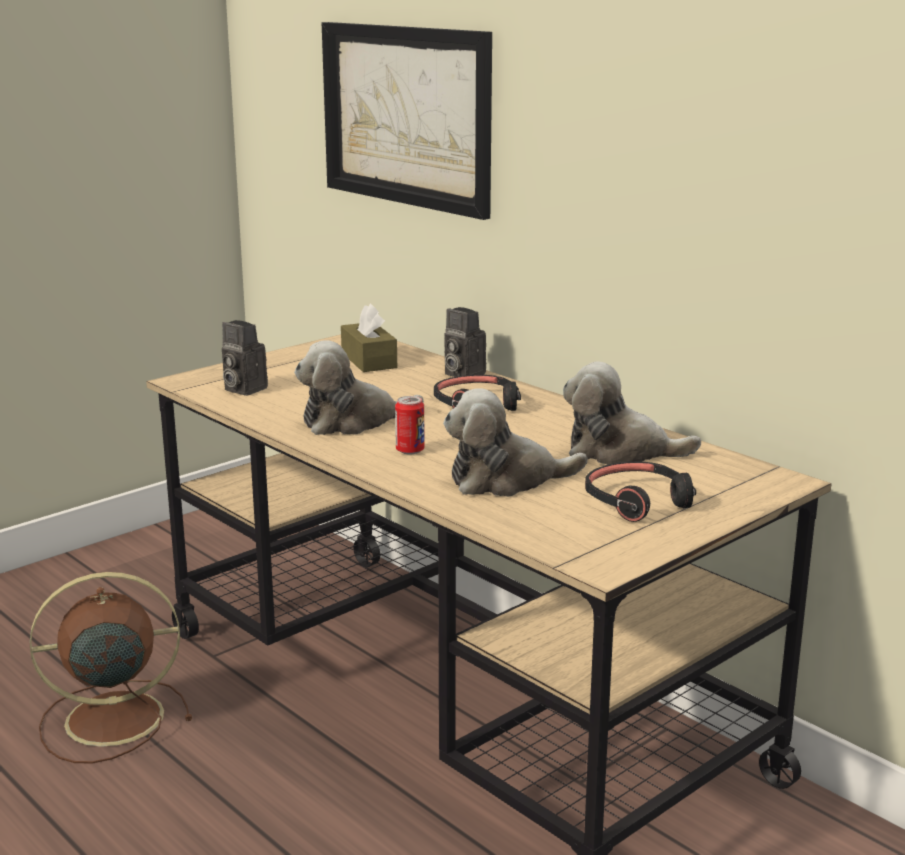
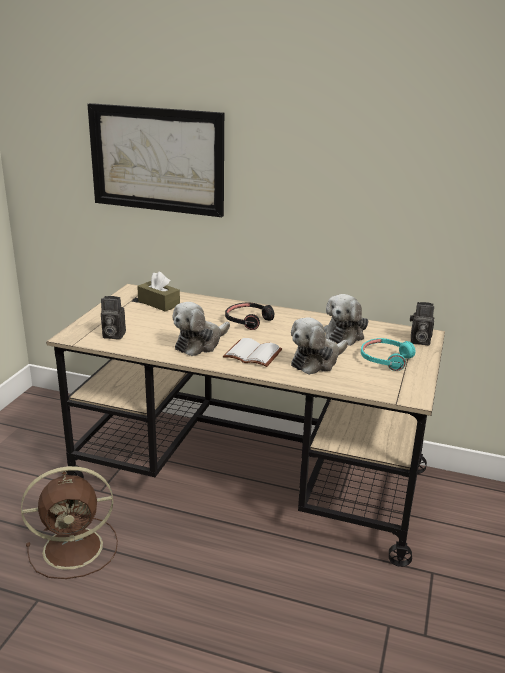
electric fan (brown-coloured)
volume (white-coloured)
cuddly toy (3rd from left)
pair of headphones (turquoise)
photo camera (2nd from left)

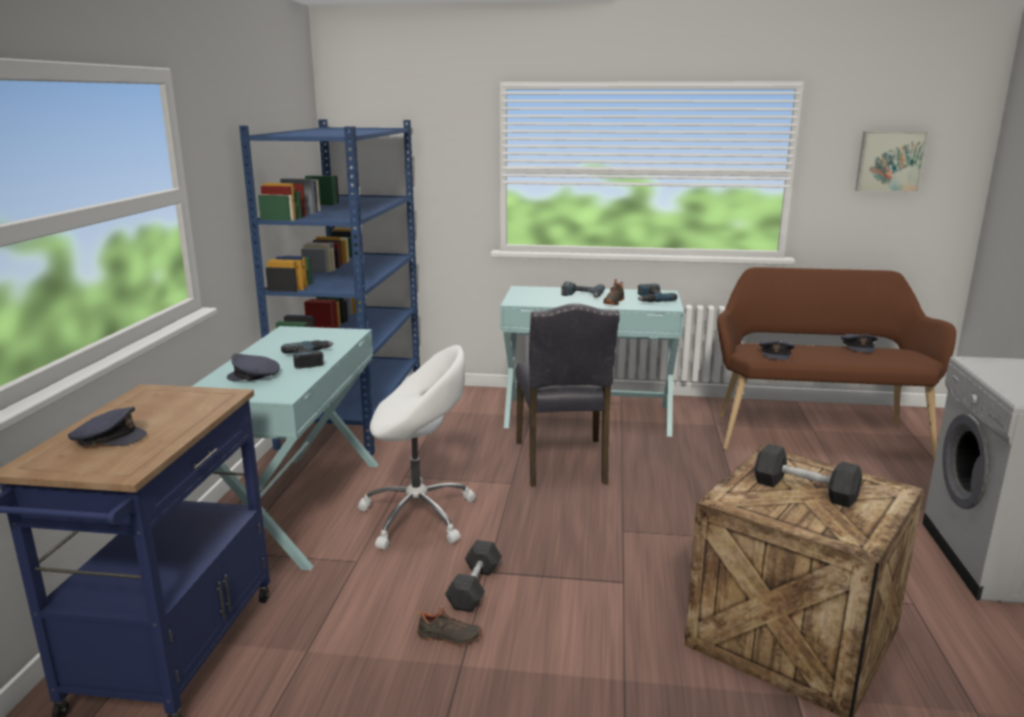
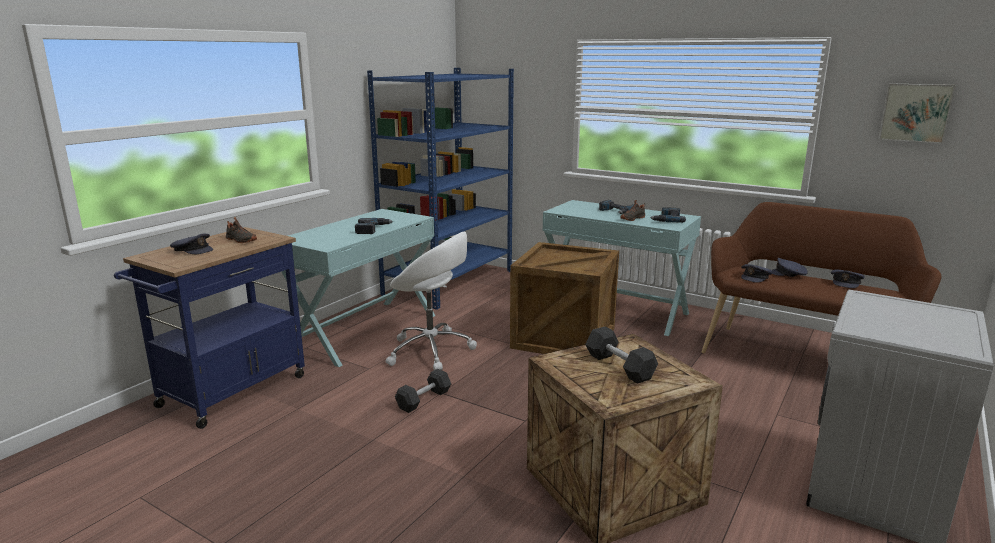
shoe (black-coloured) (1st from left)
crate (1st from left)
cap (greyish) (3rd from left)

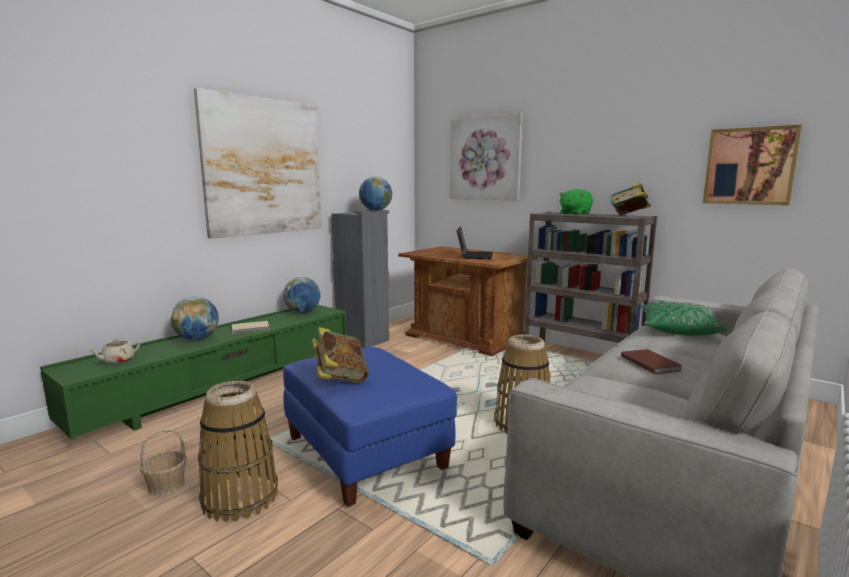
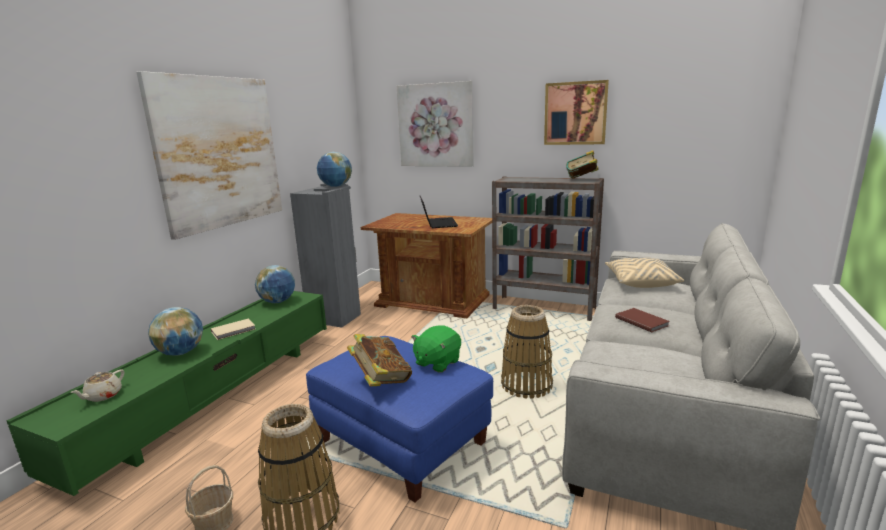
cuddly toy (green)
wall picture (3rd from left)
cushion (beige)

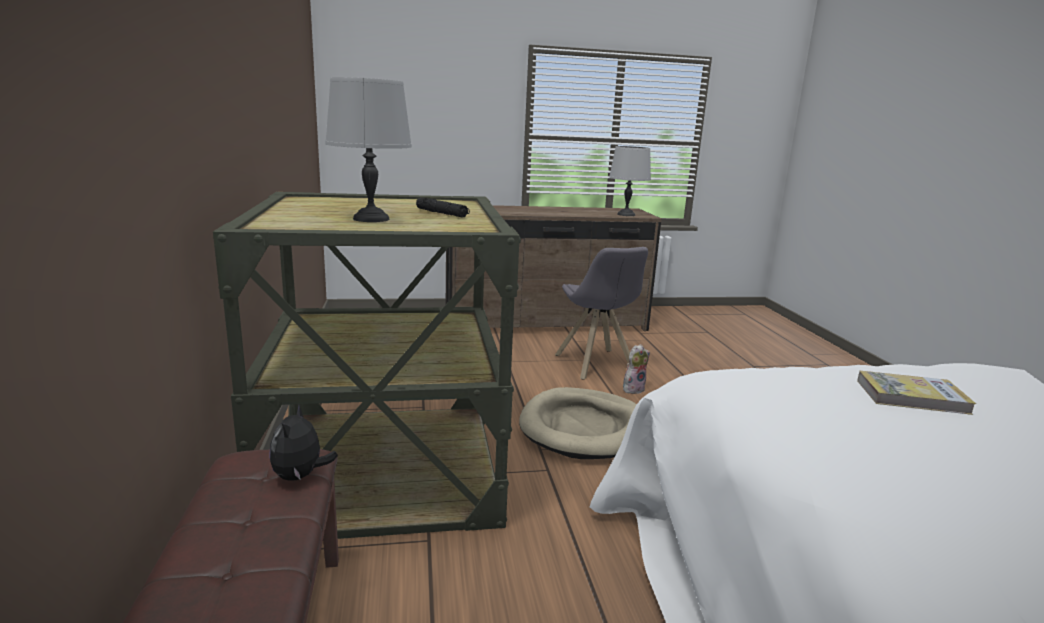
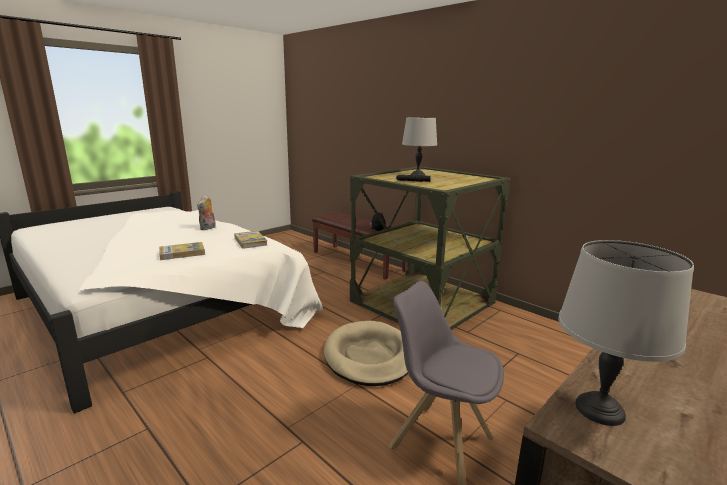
cuddly toy (1st from left)
volume (2nd from left)

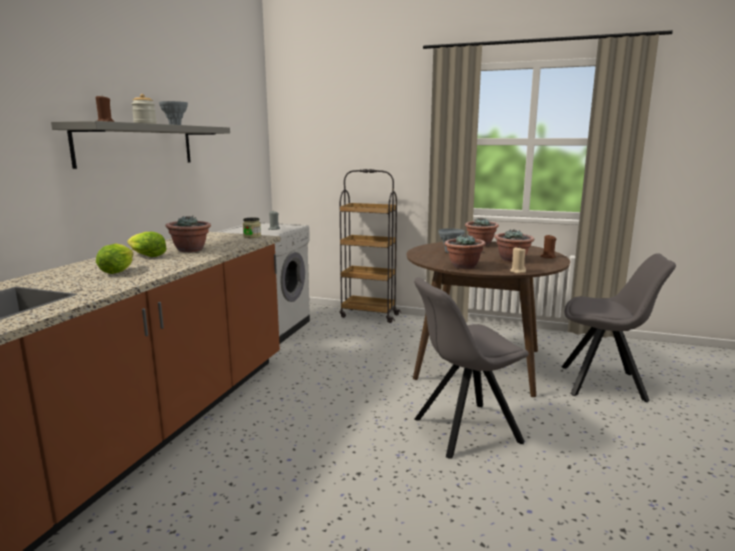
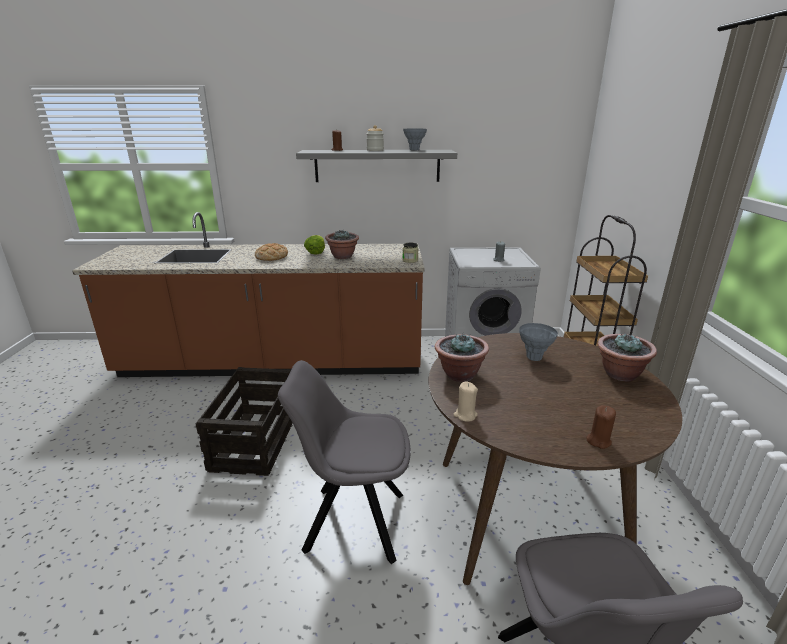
crate
baked bread
chair (greyish) (1st from left)
houseplant (4th from left in the first image)

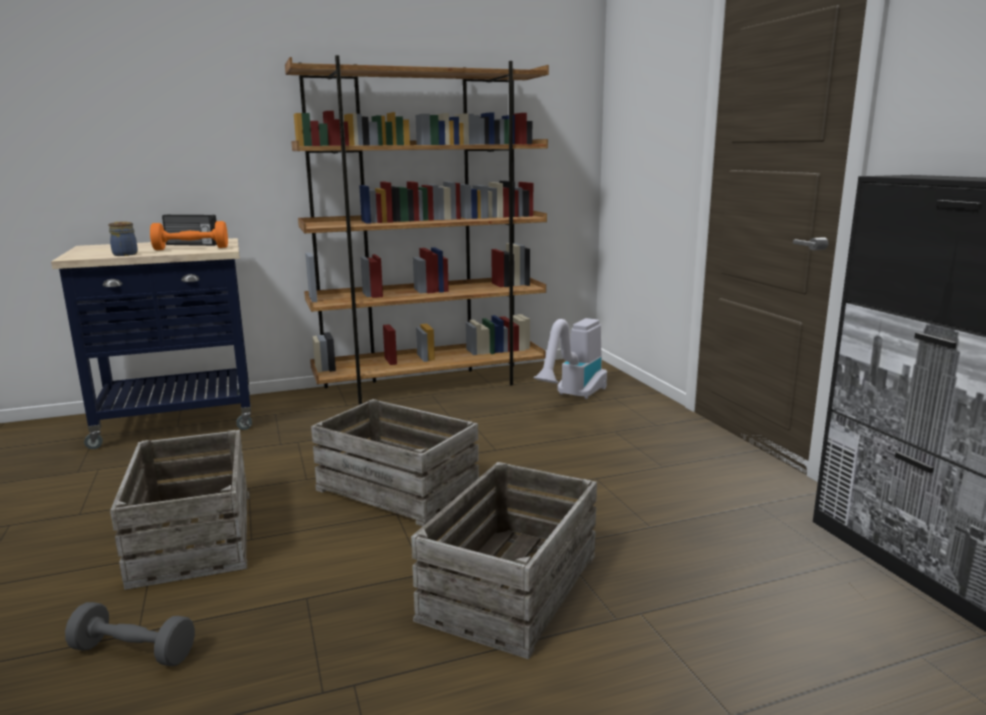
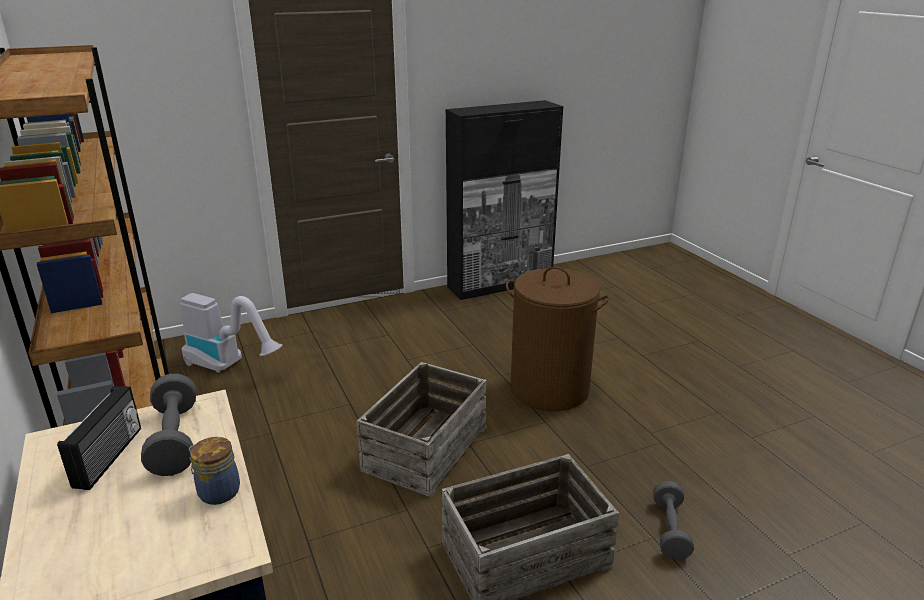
hand weight (greyish) (1st from left)
hamper (brown-coloured)

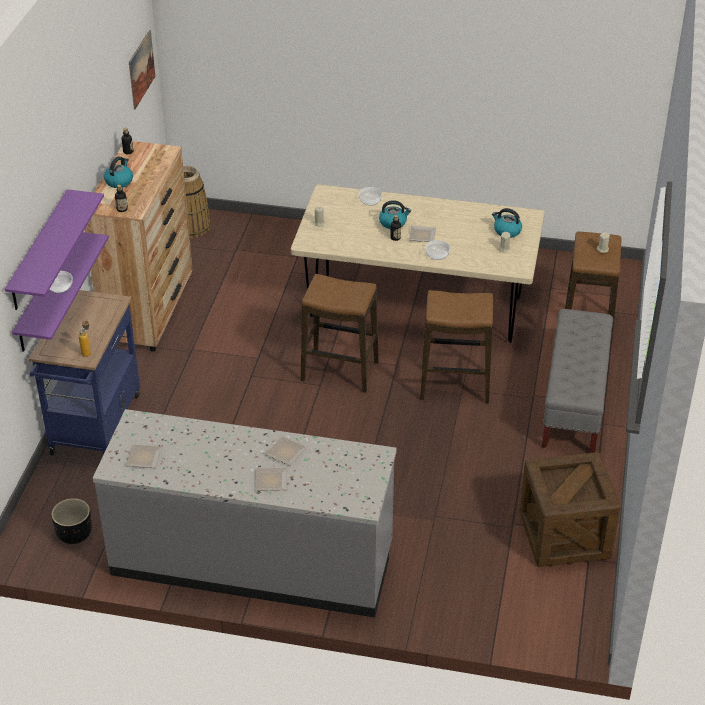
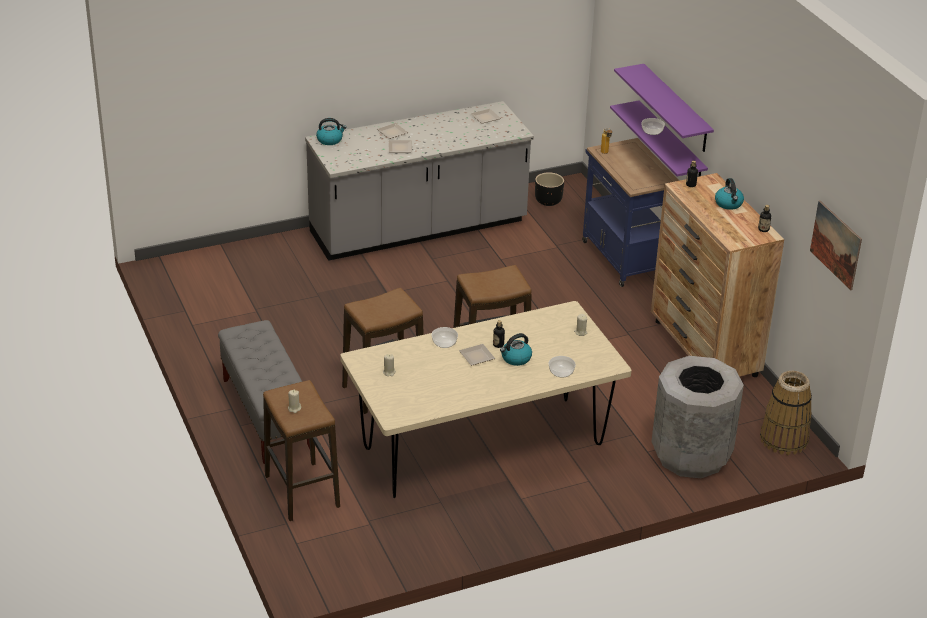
water kettle (1st from left)
waste bin (greyish)
crate

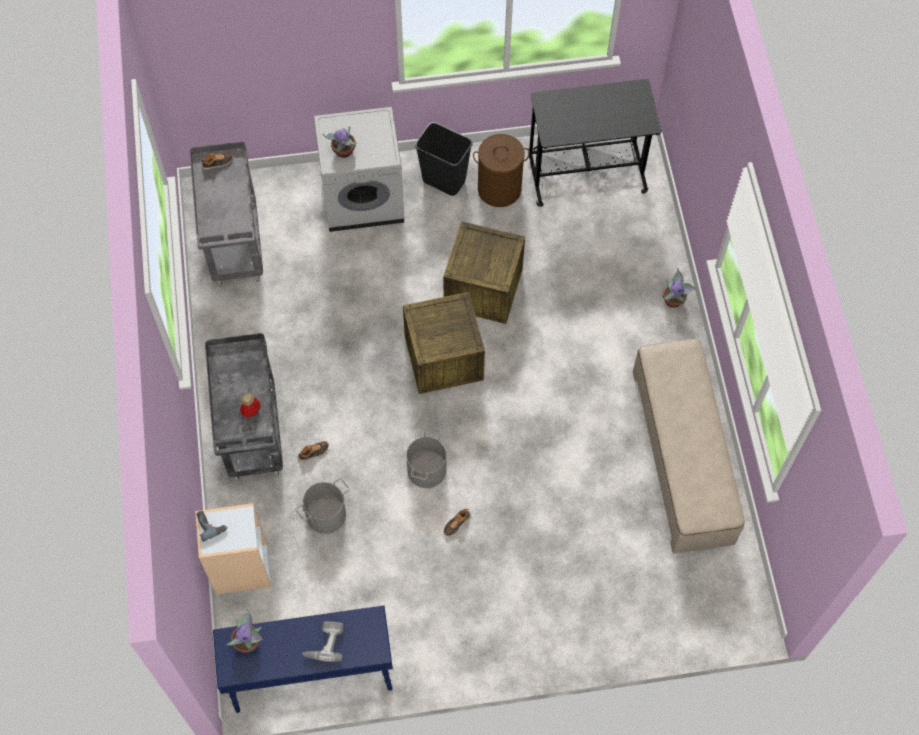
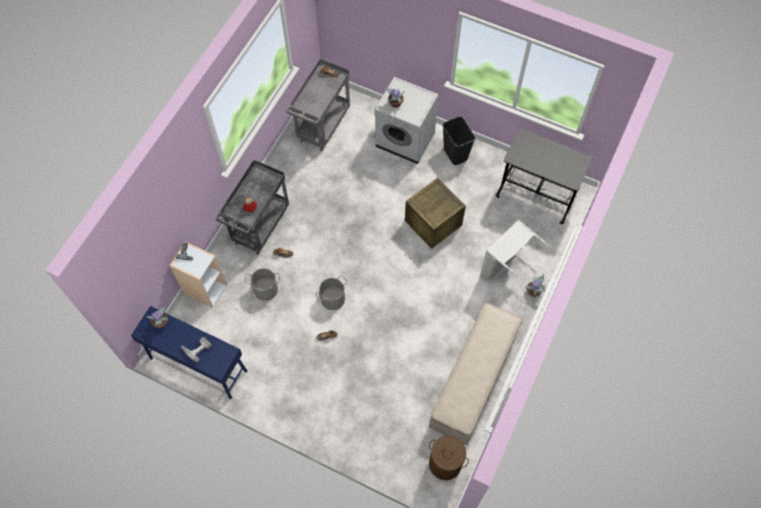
hamper (brown-coloured)
hamper (greyish)
crate (1st from left in the first image)

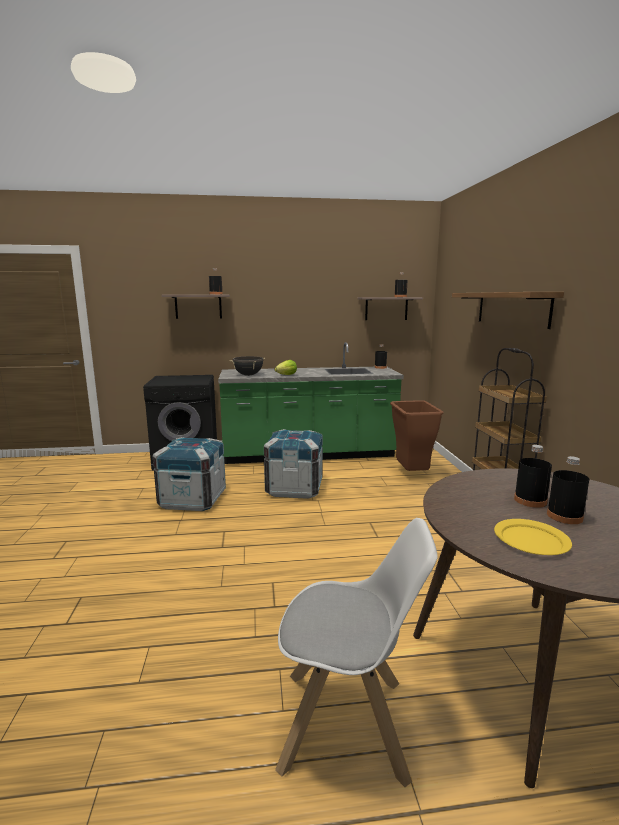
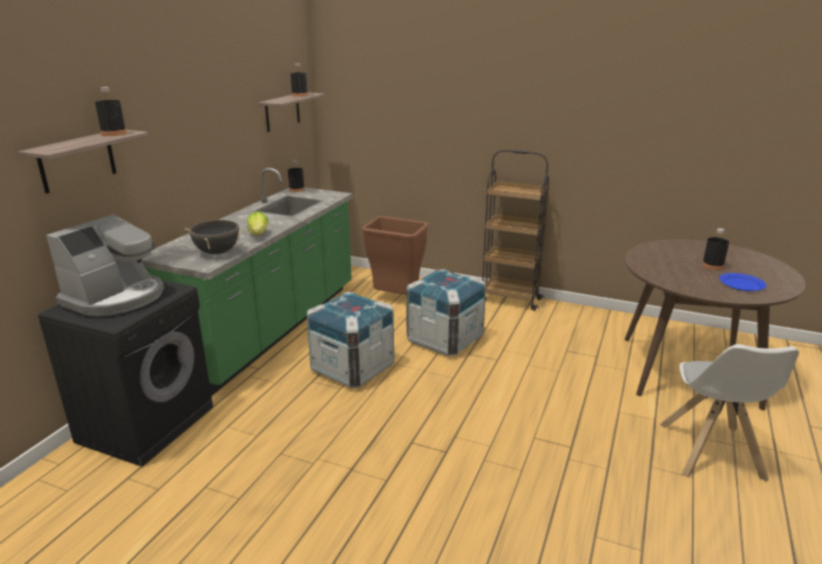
coffee machine
crate (2nd from left)
chair
flat dish (blue)
bracket shelf (3rd from left in the first image)
bottle (black-coloured) (4th from left in the first image)

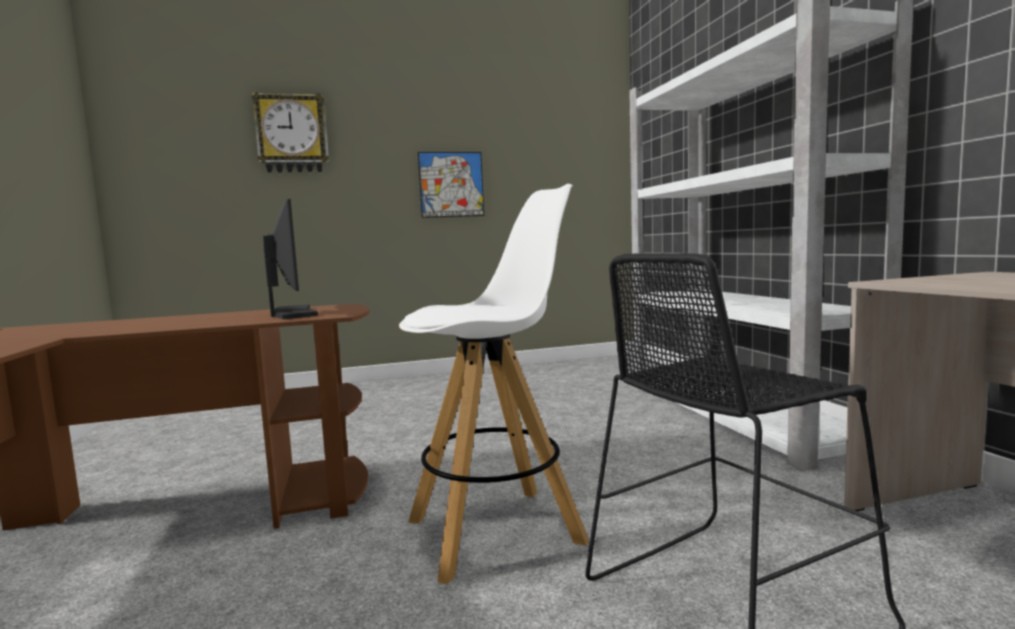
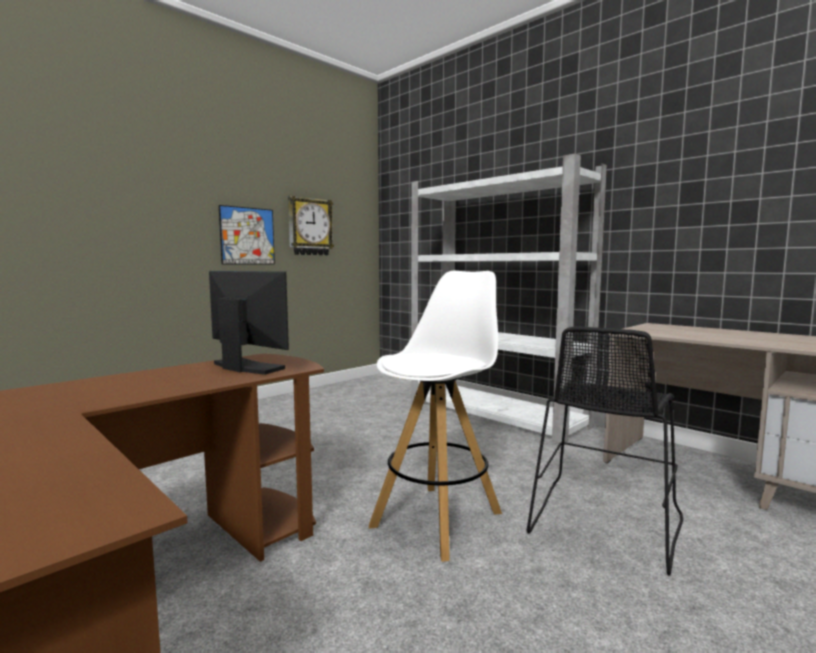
clock on the wall

